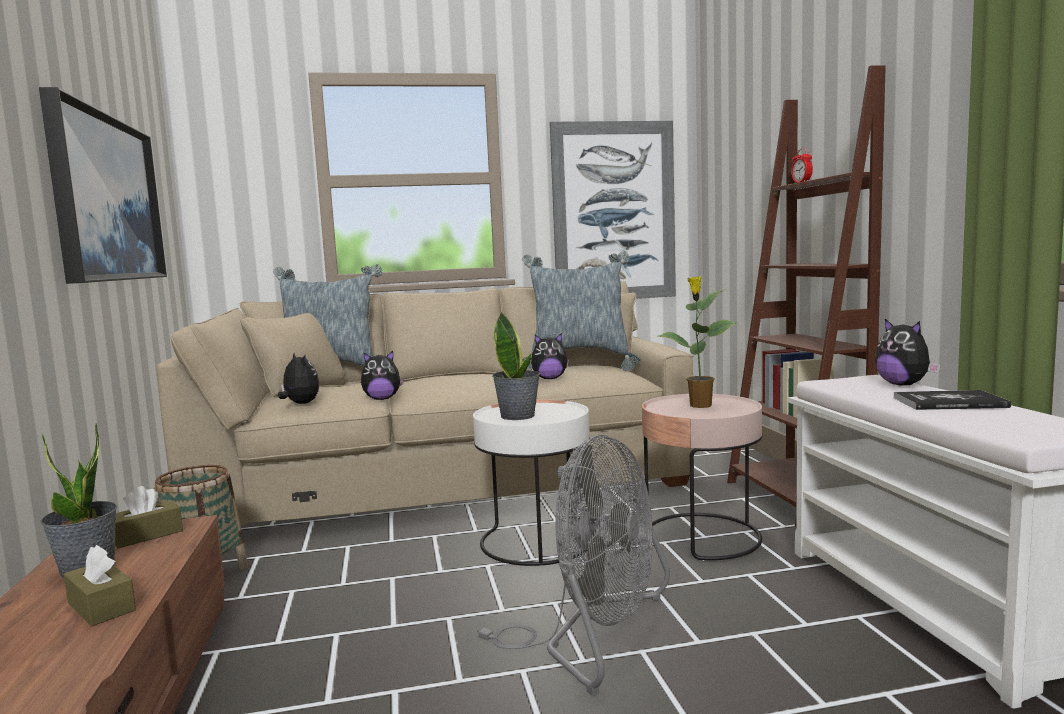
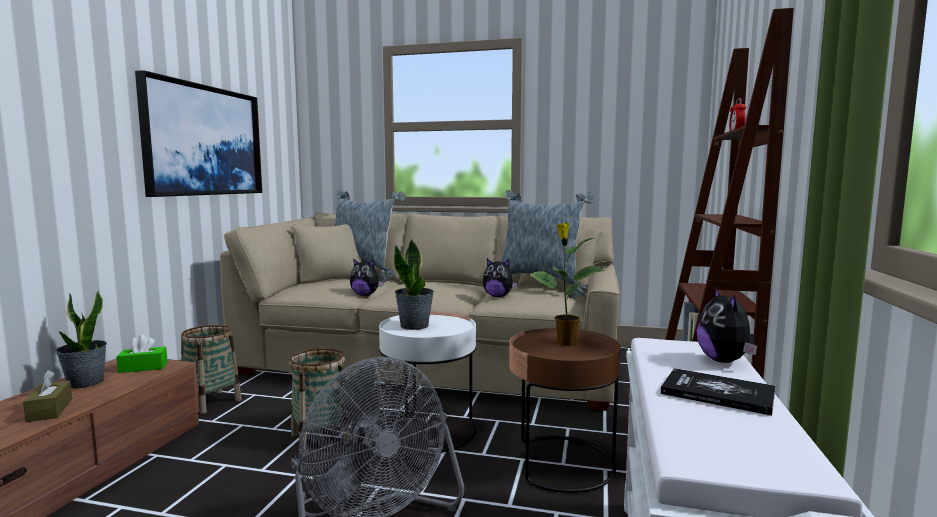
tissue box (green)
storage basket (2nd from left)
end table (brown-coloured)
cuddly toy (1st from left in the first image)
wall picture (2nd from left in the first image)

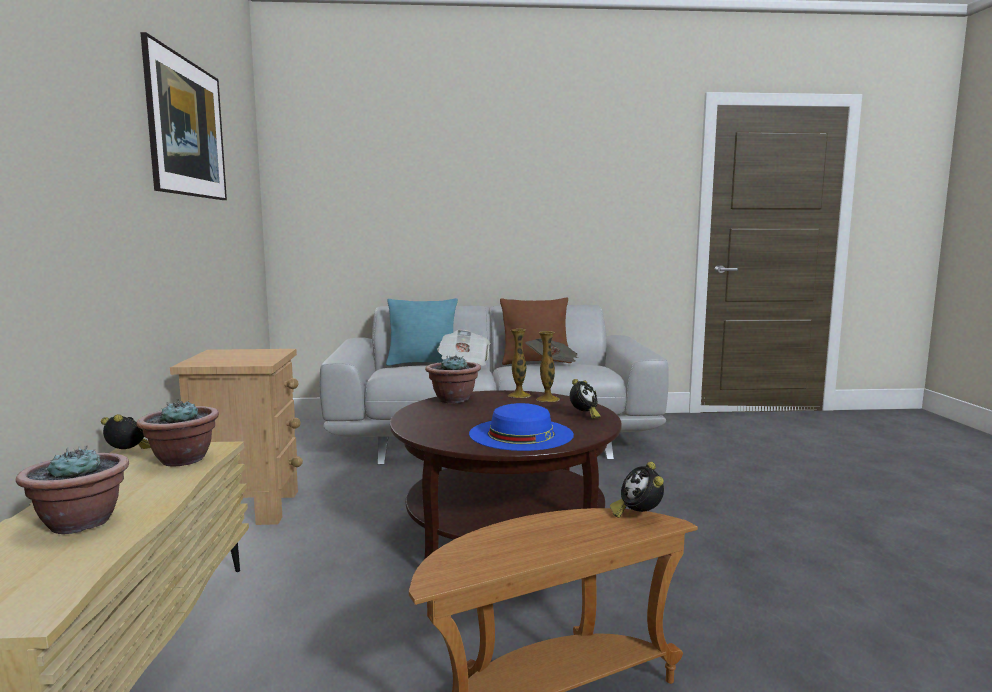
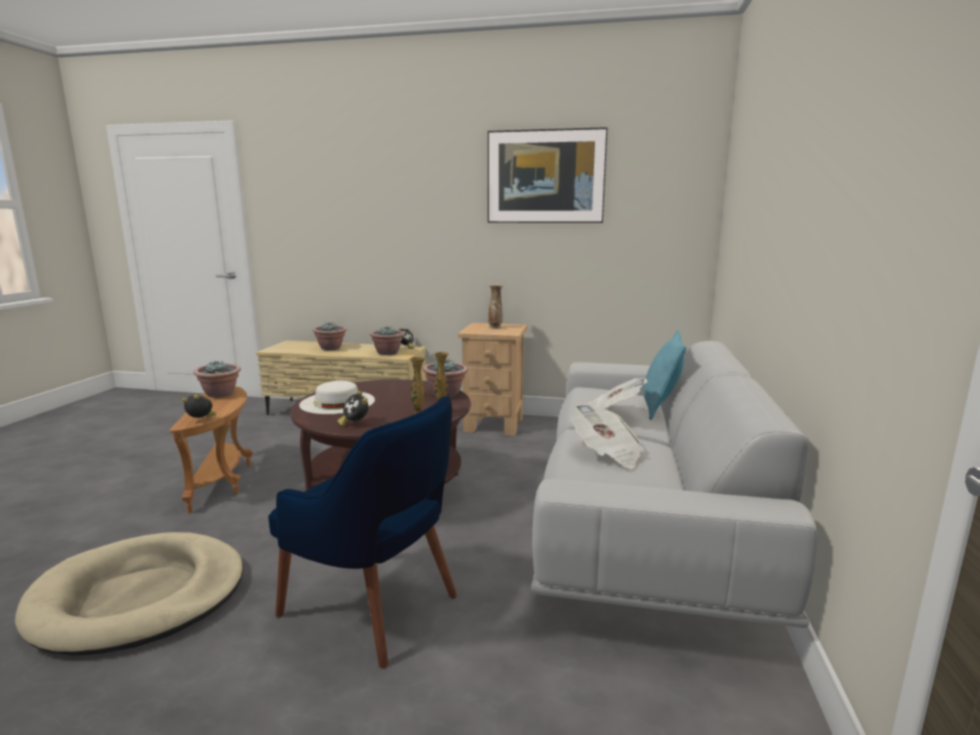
dog cushion (beige)
houseplant (1st from left)
lounge chair (blue)
hat (white-coloured)
decorative vase (3rd from left)
cushion (brown-coloured)

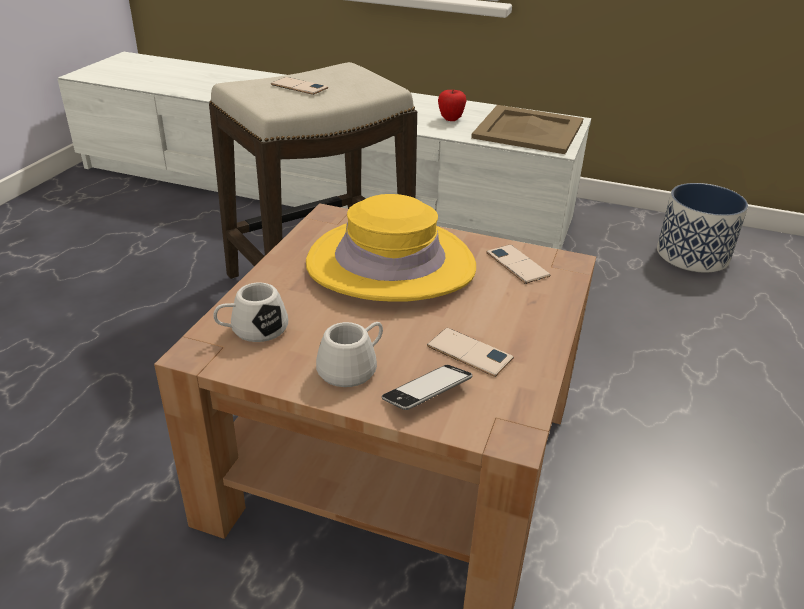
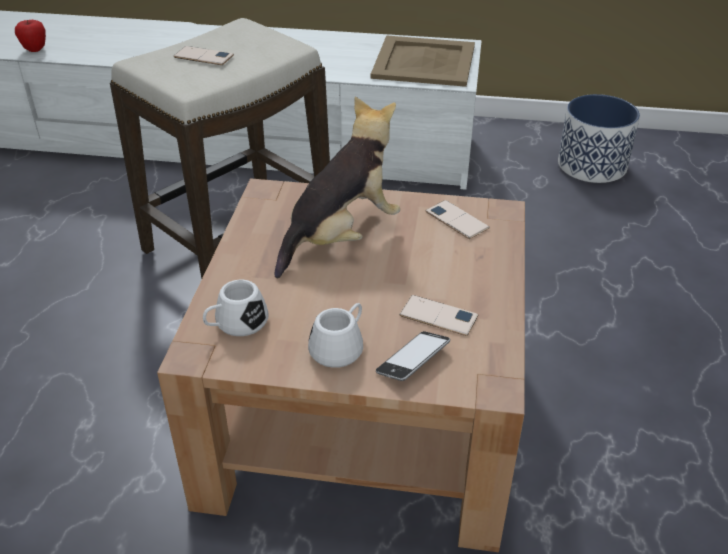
whole apple
cuddly toy

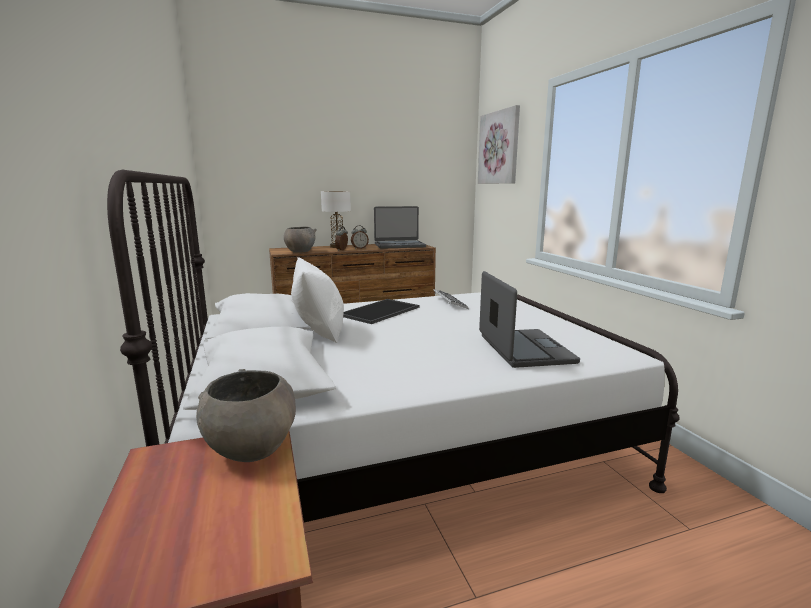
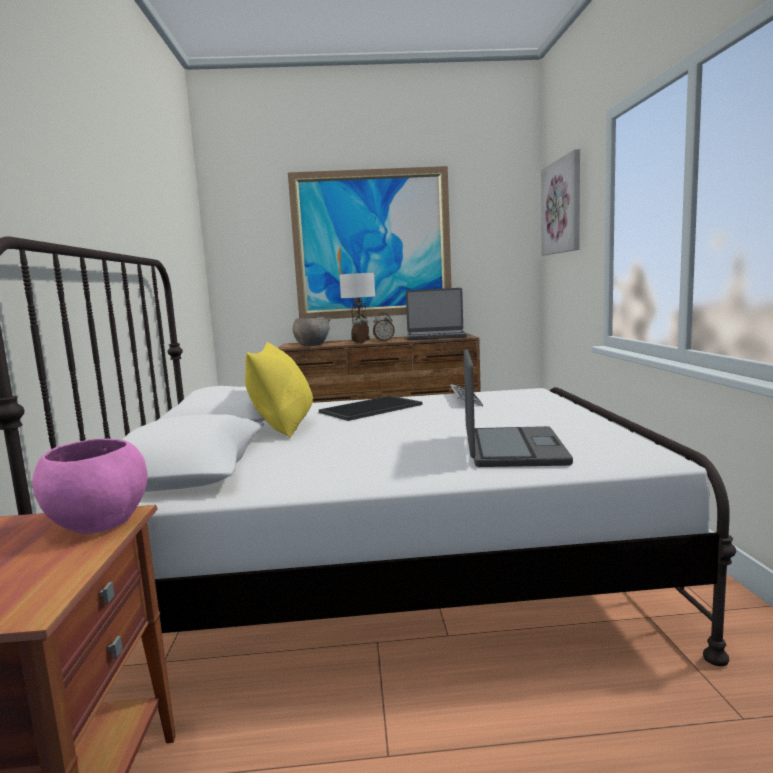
bowl (pinkish)
cushion (yellow)
wall picture (1st from left)

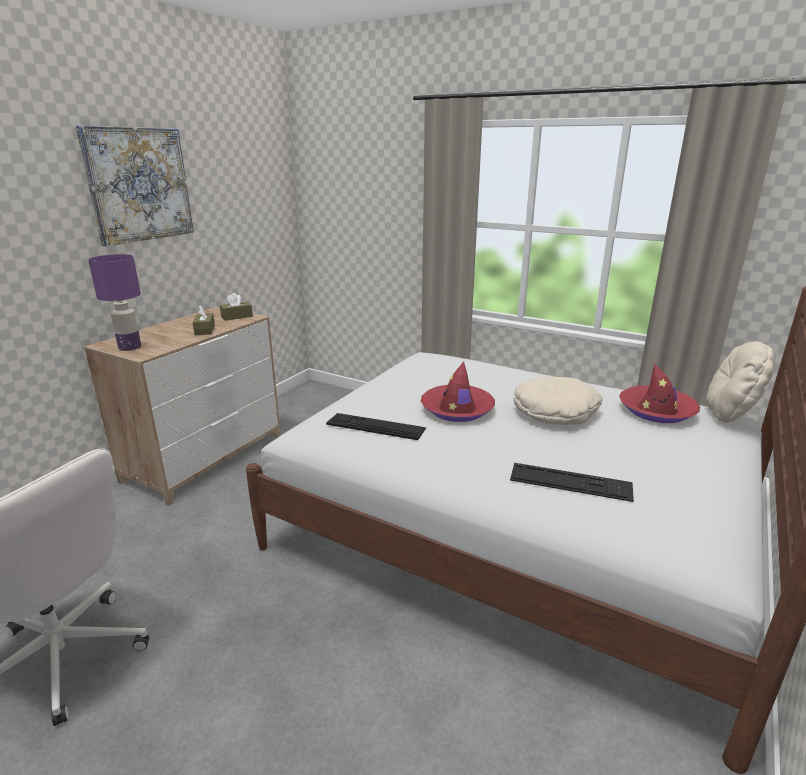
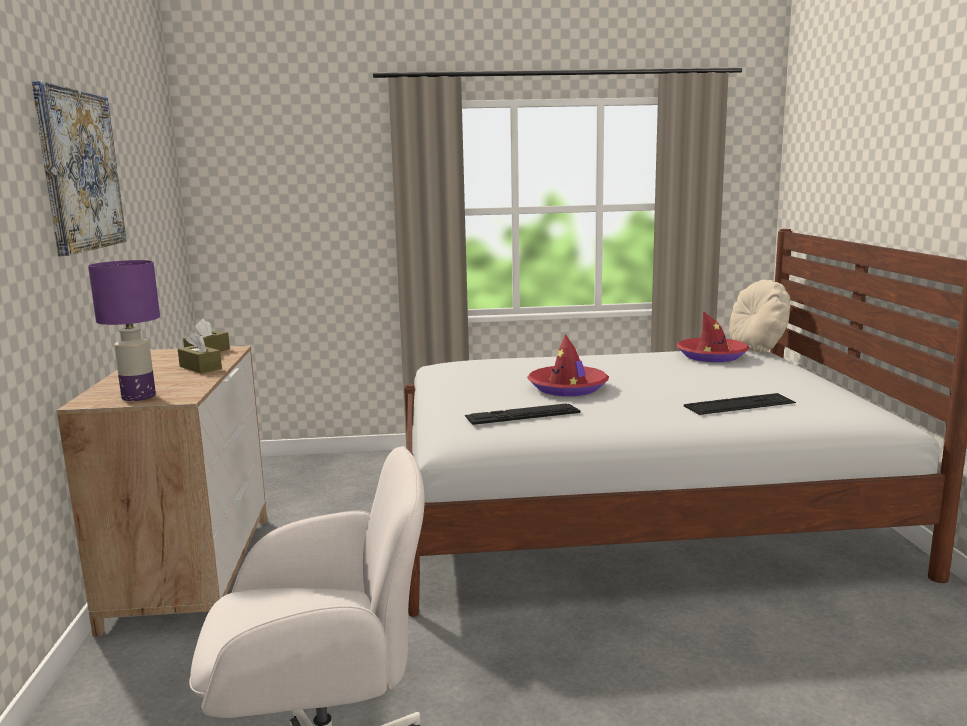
cushion (beige) (1st from left in the first image)

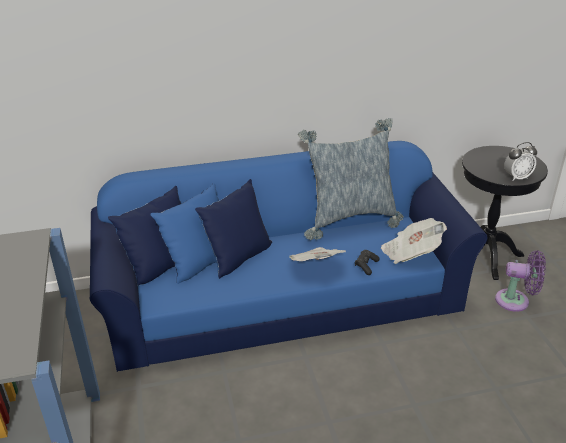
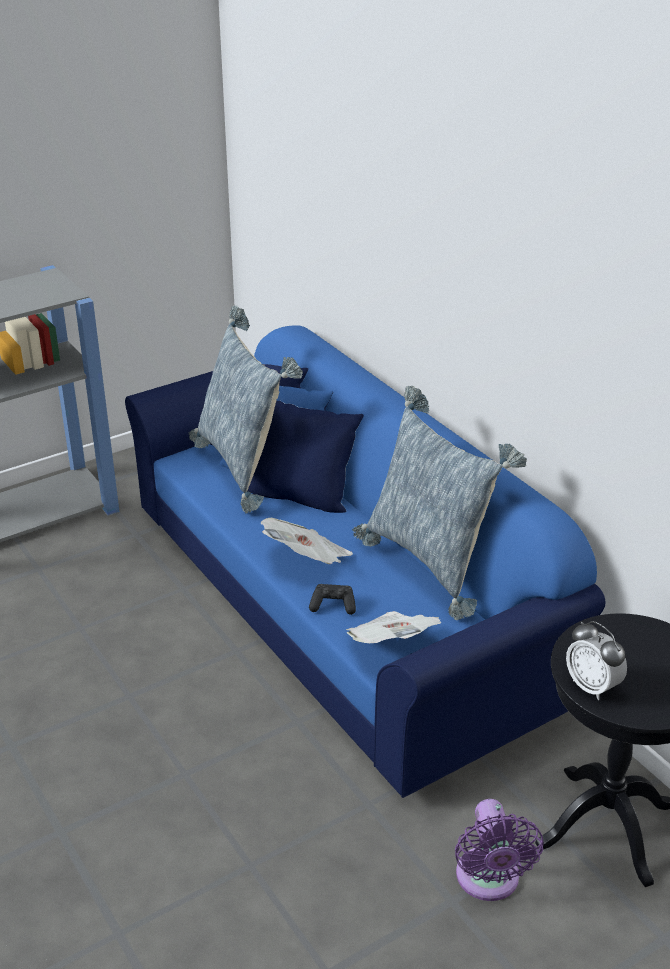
cushion (1st from left)

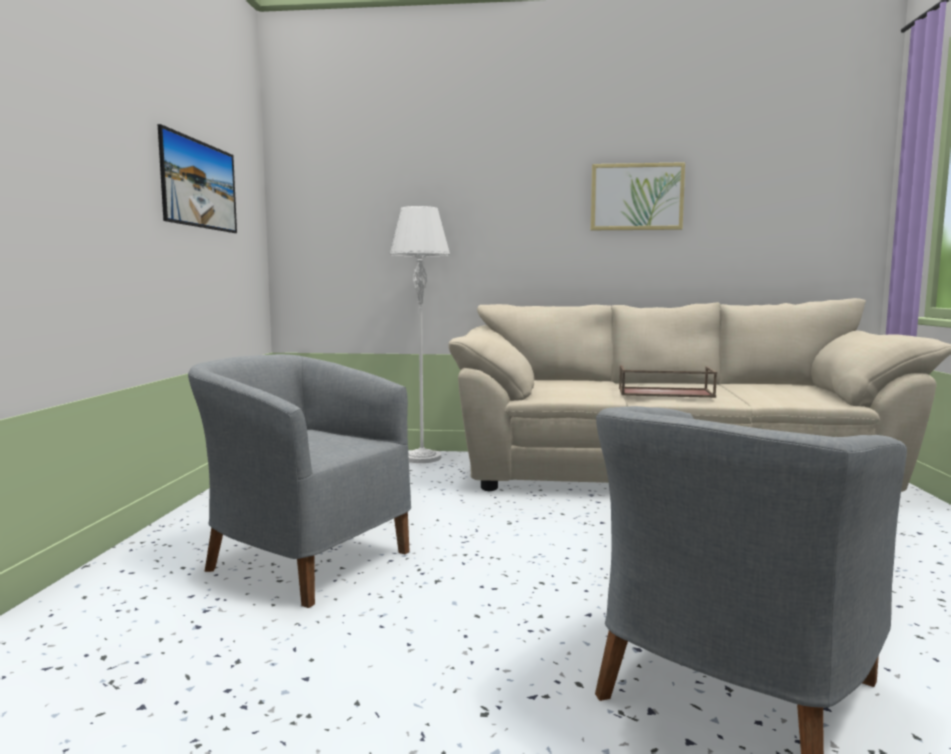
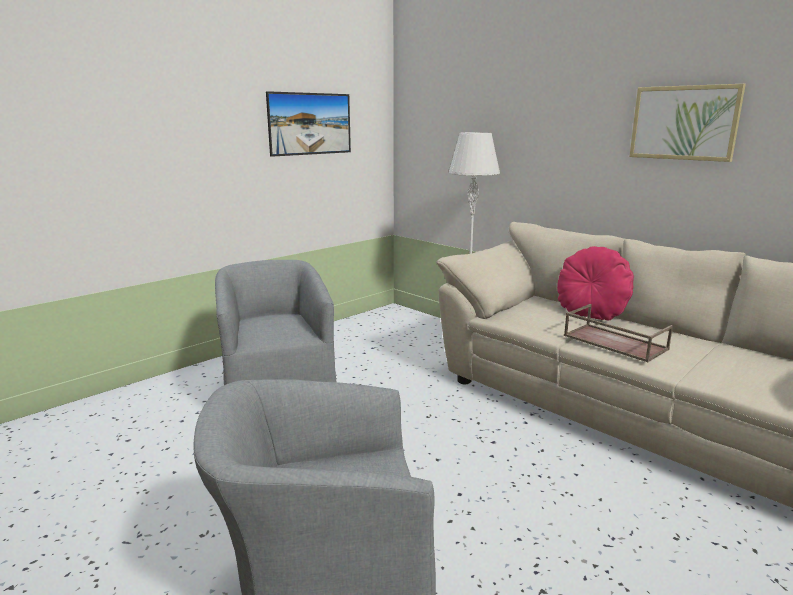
cushion (pinkish)

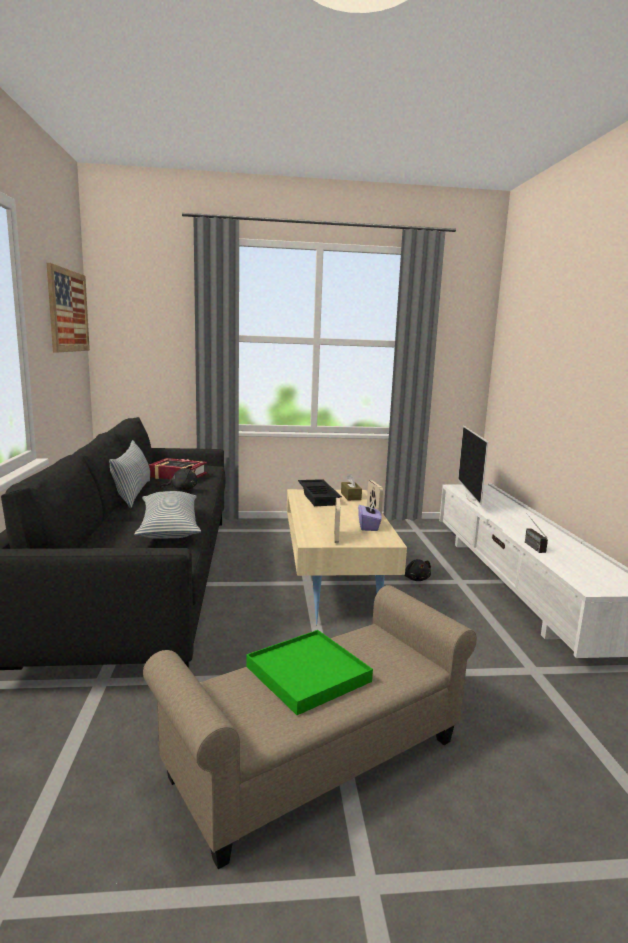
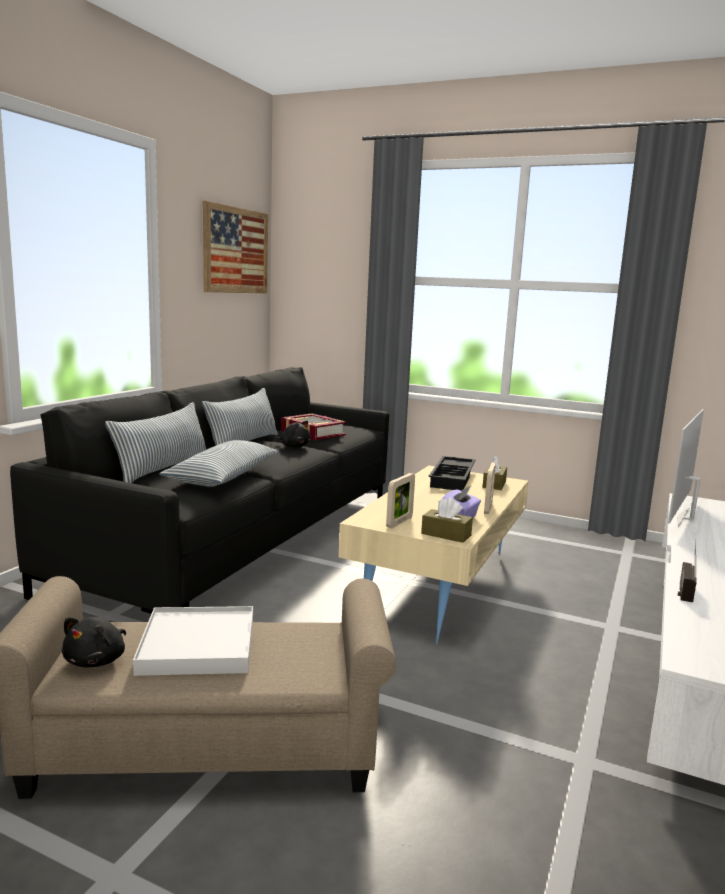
cuddly toy (black-coloured) (1st from left)
cushion (1st from left)
carrying tray (white-coloured)
tissue box (brown-coloured) (1st from left)

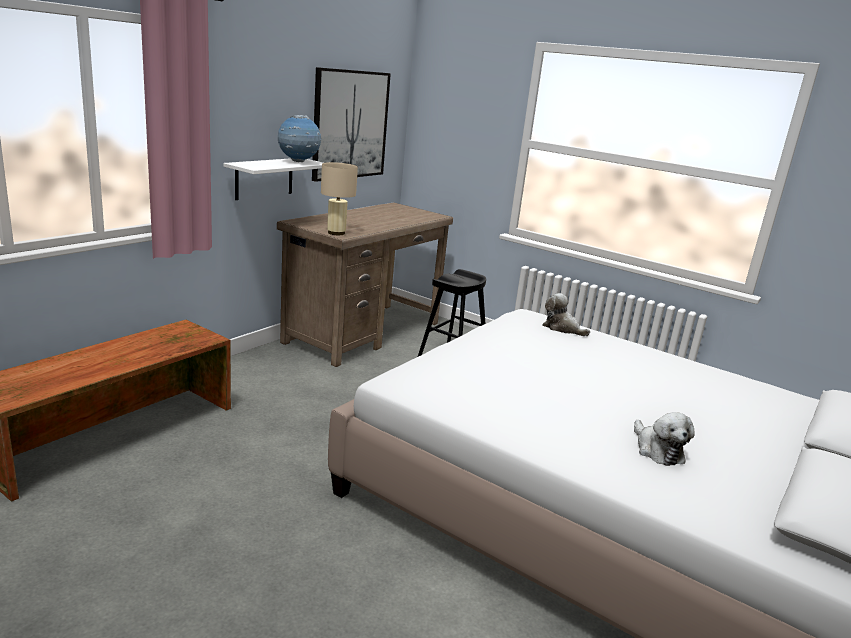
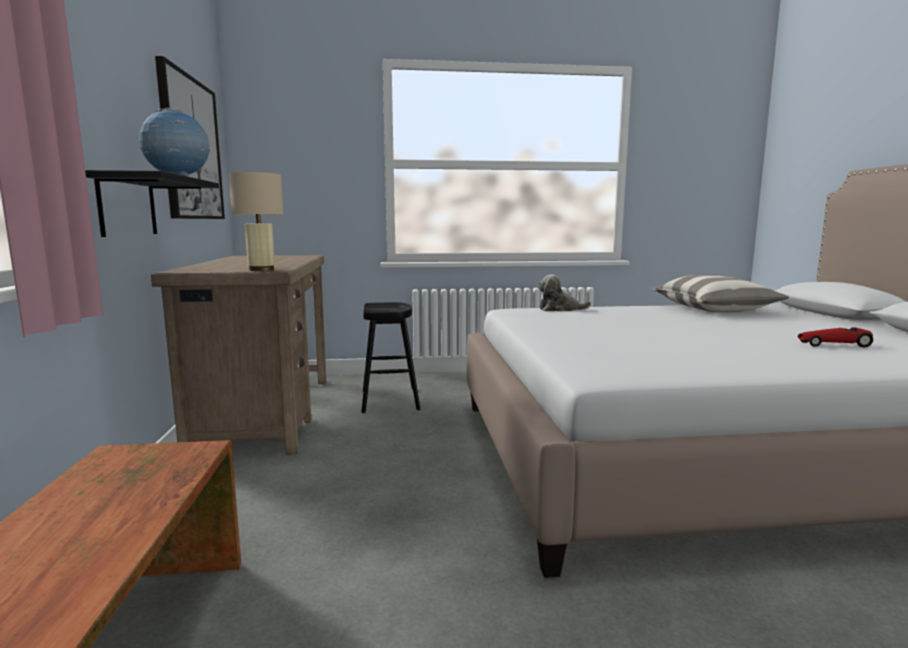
bracket shelf (black-coloured)
cushion
model car

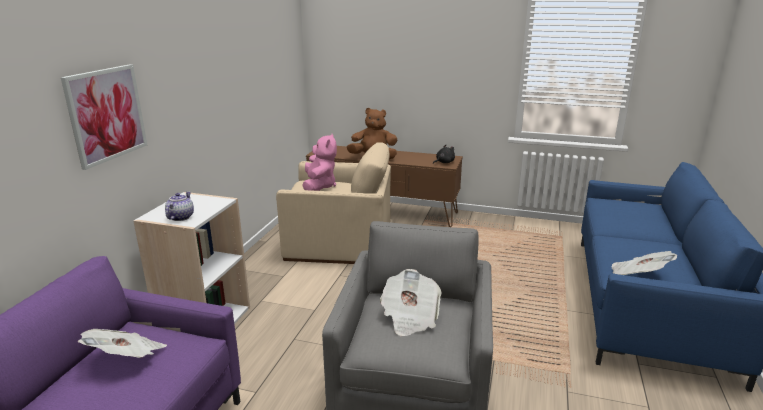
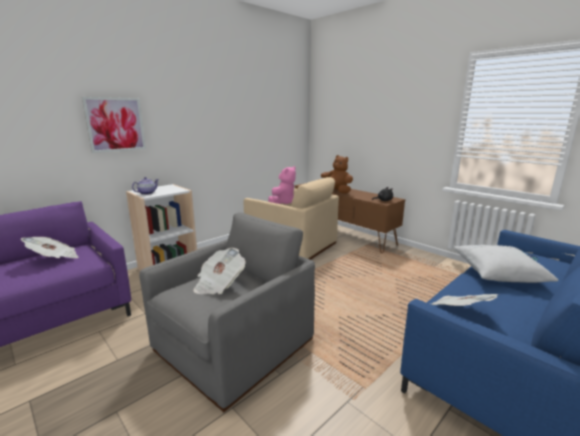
cushion (greyish)

